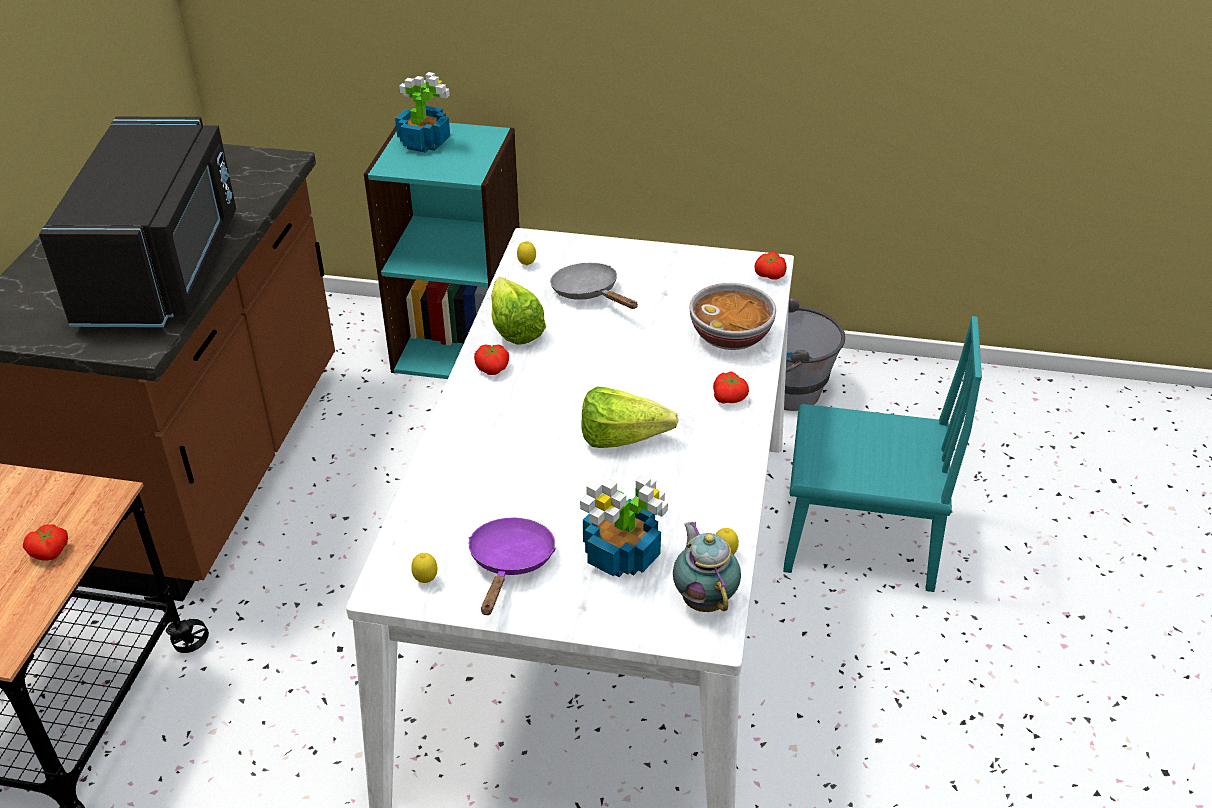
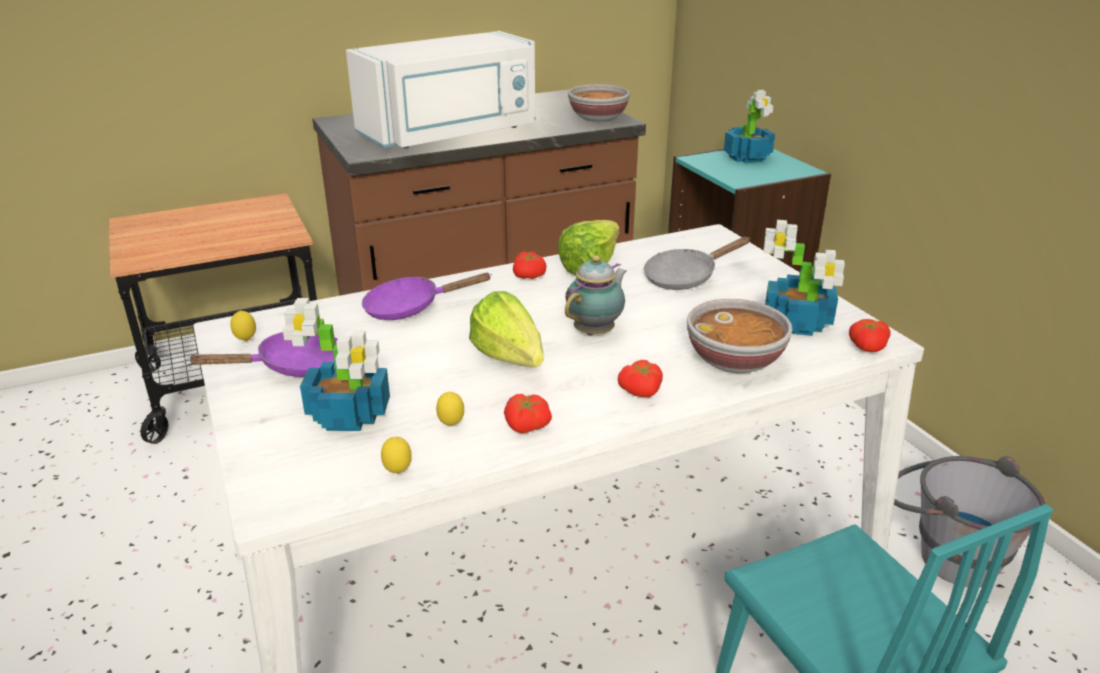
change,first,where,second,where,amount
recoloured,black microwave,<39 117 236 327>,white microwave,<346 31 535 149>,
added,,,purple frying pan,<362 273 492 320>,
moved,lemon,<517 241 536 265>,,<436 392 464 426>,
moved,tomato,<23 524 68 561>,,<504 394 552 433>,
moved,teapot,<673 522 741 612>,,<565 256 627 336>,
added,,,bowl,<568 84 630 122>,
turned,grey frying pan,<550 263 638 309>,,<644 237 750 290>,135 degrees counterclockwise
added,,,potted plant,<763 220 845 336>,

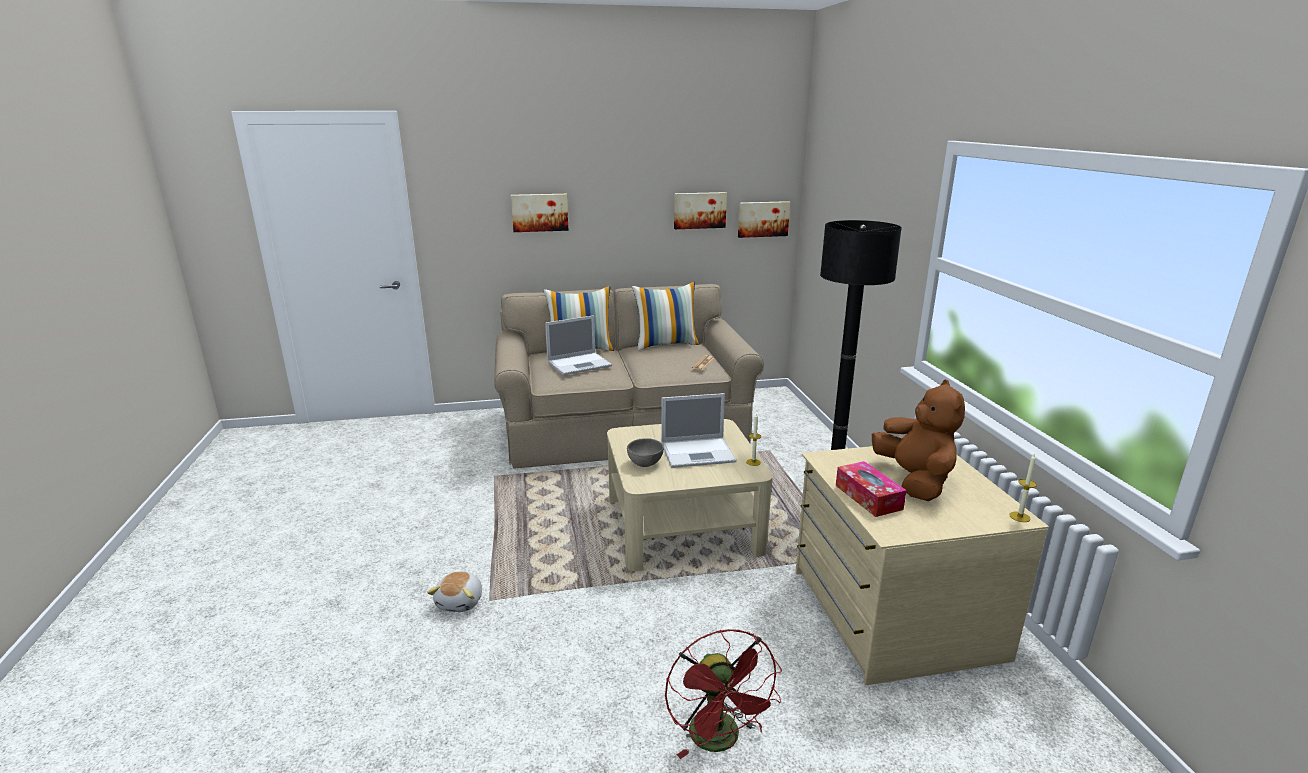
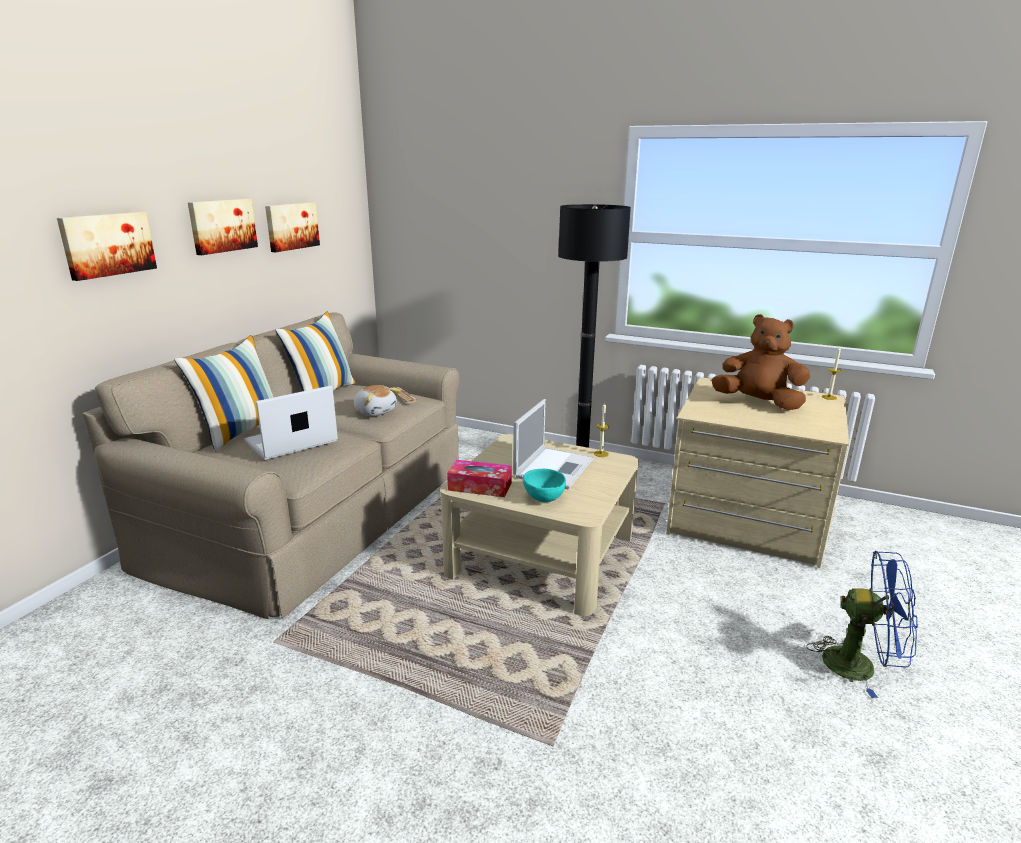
change,first,where,second,where,amount
moved,picture,<738 201 790 238>,,<188 199 258 255>,
turned,laptop,<545 315 612 375>,,<245 386 338 460>,135 degrees counterclockwise
moved,plush toy,<427 571 482 612>,,<354 385 401 416>,
moved,tissue box,<836 461 907 517>,,<447 460 512 497>,
recoloured,grey bowl,<627 438 664 467>,turquoise bowl,<523 469 566 502>,
recoloured,red fan,<665 629 782 759>,blue fan,<806 551 918 698>,

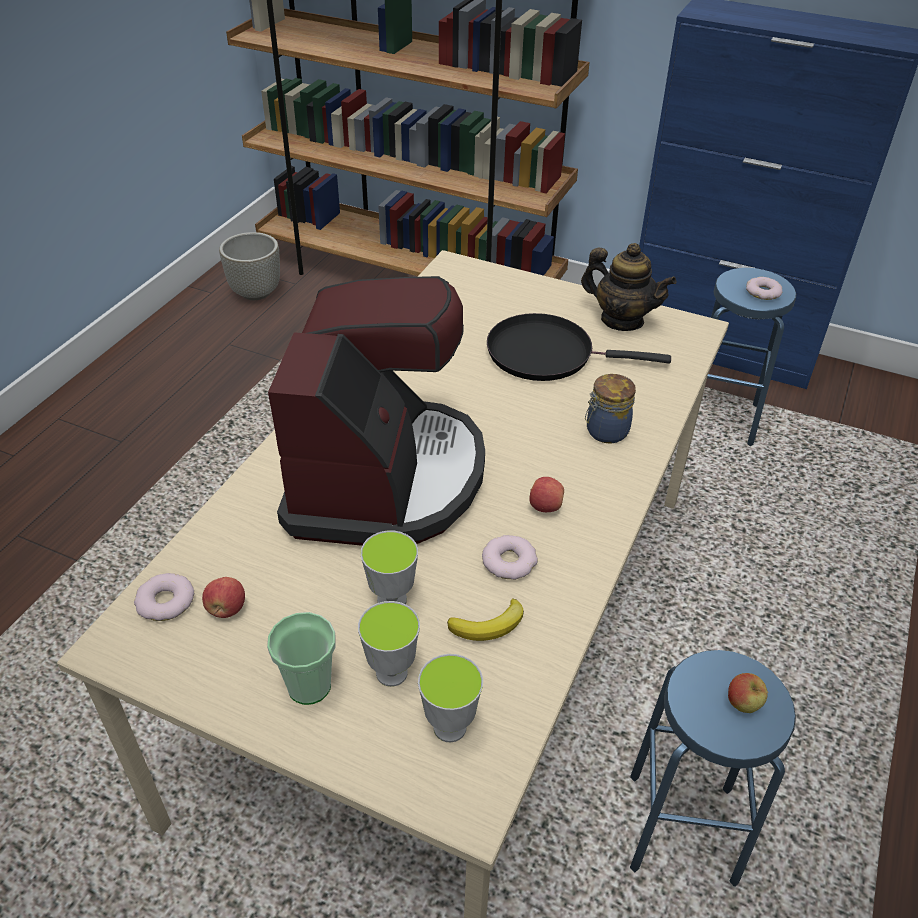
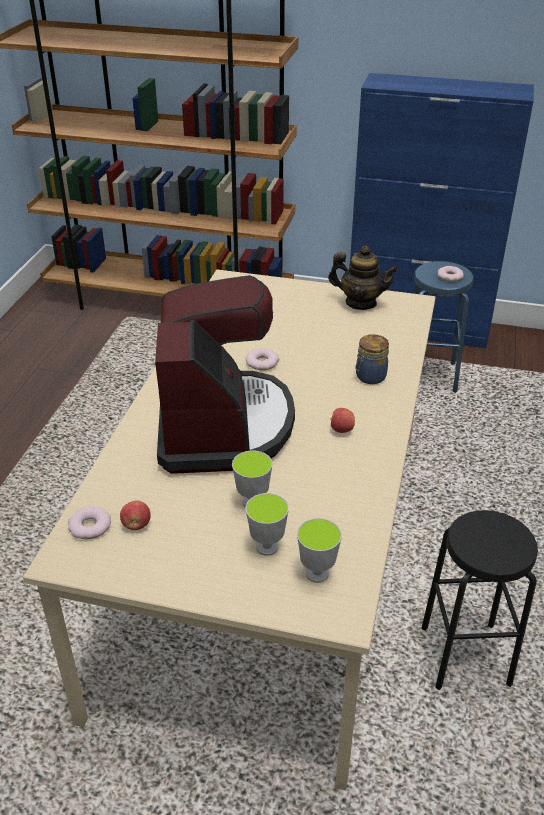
change,first,where,second,where,amount
moved,donut,<482 535 538 580>,,<246 349 279 370>,
recoloured,blue stool,<630 650 796 887>,black stool,<422 510 538 690>,
removed,grey planter,<219 232 280 300>,,,
removed,cup,<267 612 336 705>,,,
removed,banana,<447 598 524 641>,,,
removed,black frying pan,<487 313 671 381>,,,
removed,apple,<728 673 768 713>,,,

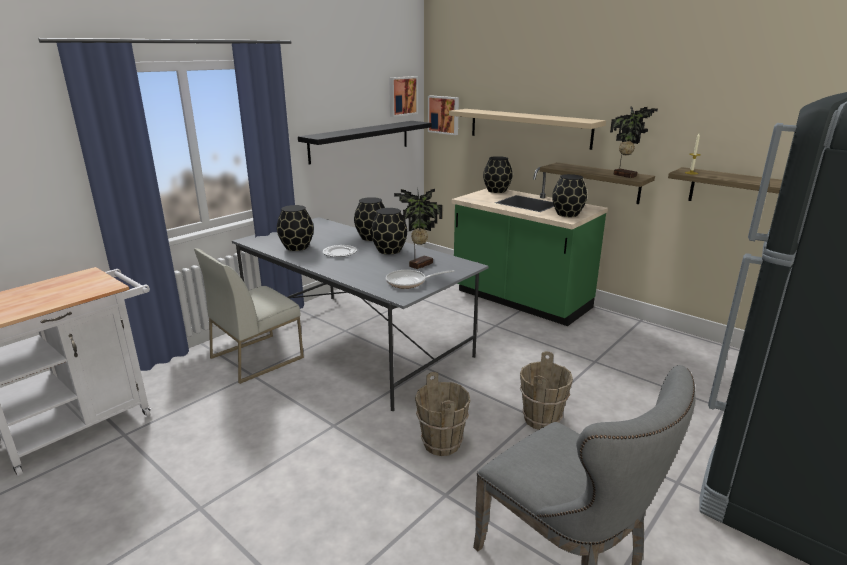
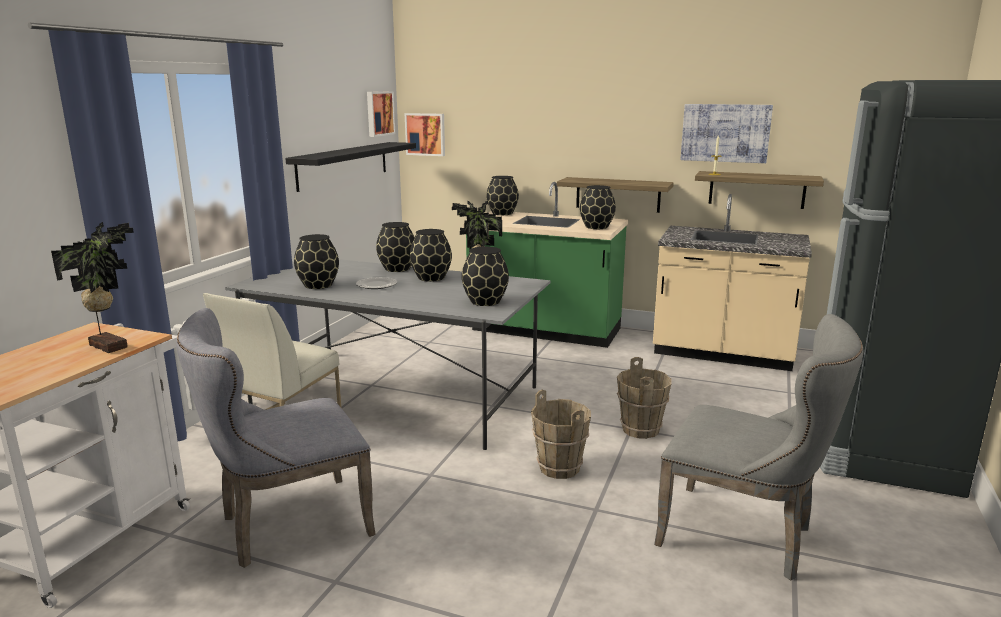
change,first,where,second,where,amount
moved,potted plant,<610 106 658 178>,,<51 222 134 353>,
added,,,grey chair,<176 308 376 568>,
replaced,frying pan,<386 270 454 289>,black vase,<462 247 509 306>,
added,,,beige counter,<653 194 812 371>,
added,,,picture,<680 104 773 163>,
removed,beige shelf,<449 109 606 150>,,,

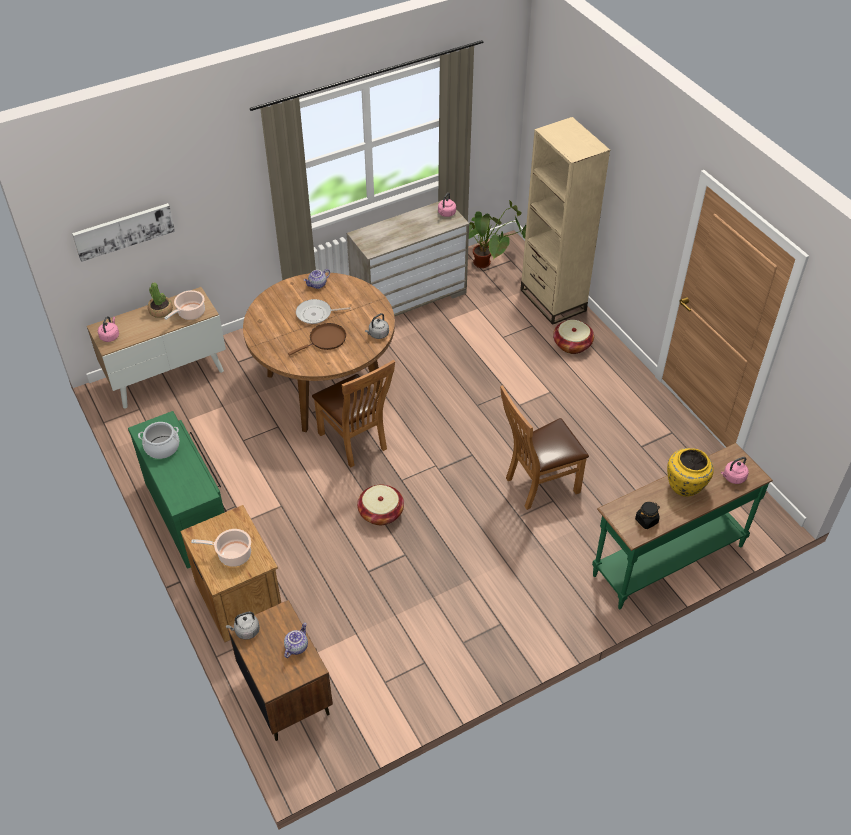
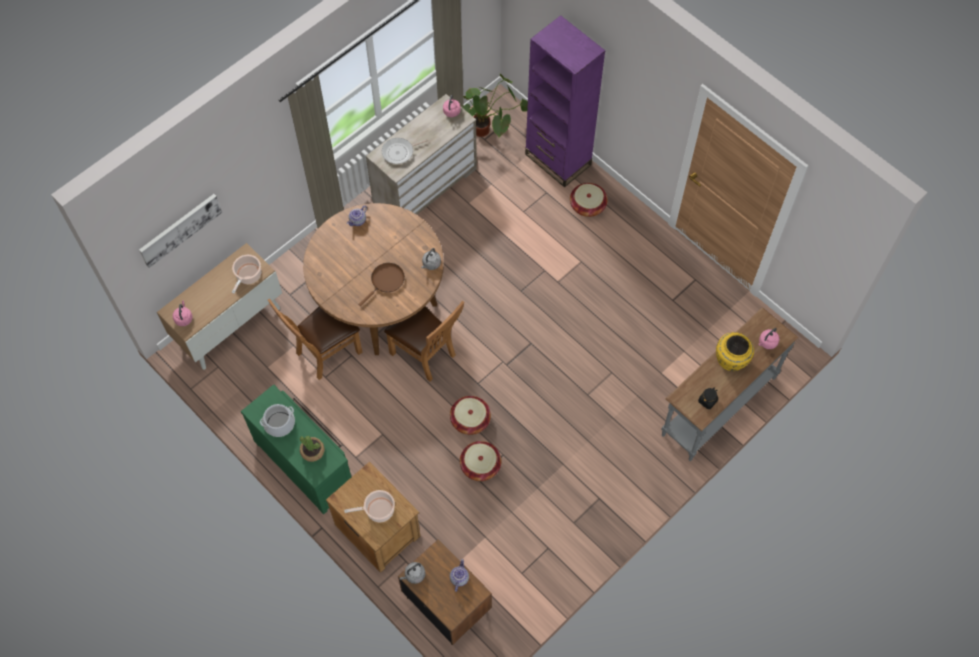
change,first,where,second,where,amount
moved,brown chair,<500 385 589 510>,,<268 298 362 380>,
moved,potted plant,<148 282 173 318>,,<300 436 325 462>,
moved,frying pan,<296 299 351 324>,,<382 138 429 164>,
added,,,basket,<460 441 501 481>,
recoloured,beige bookcase,<520 117 610 325>,purple bookcase,<525 15 605 187>,
recoloured,green console table,<592 443 773 609>,grey console table,<661 307 799 461>,

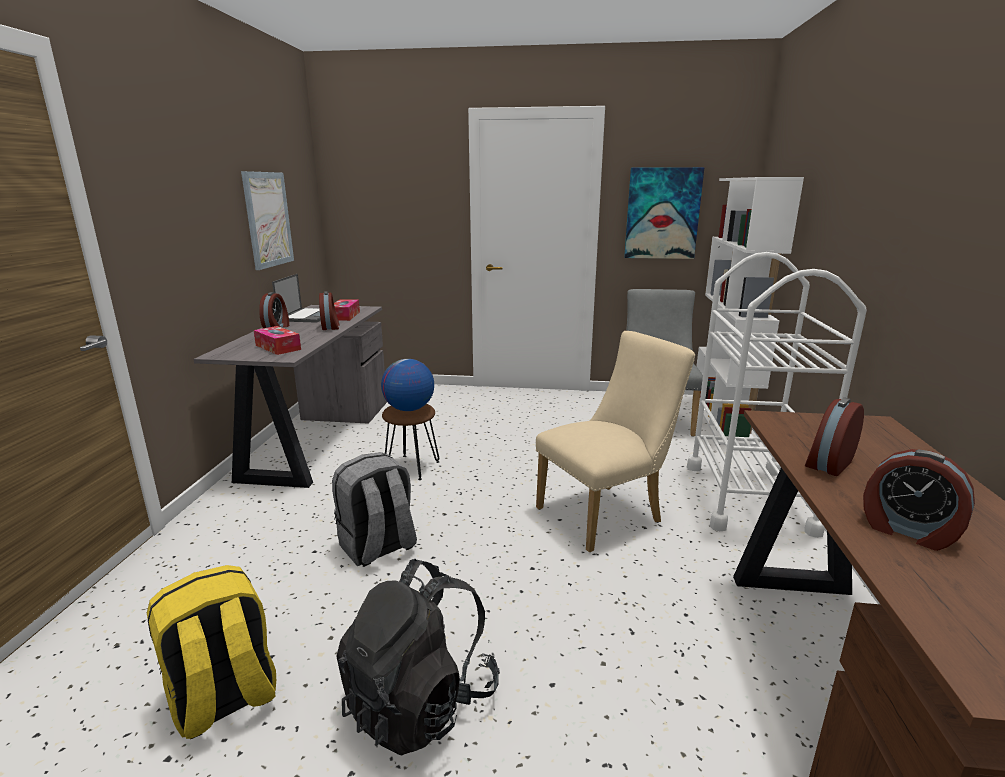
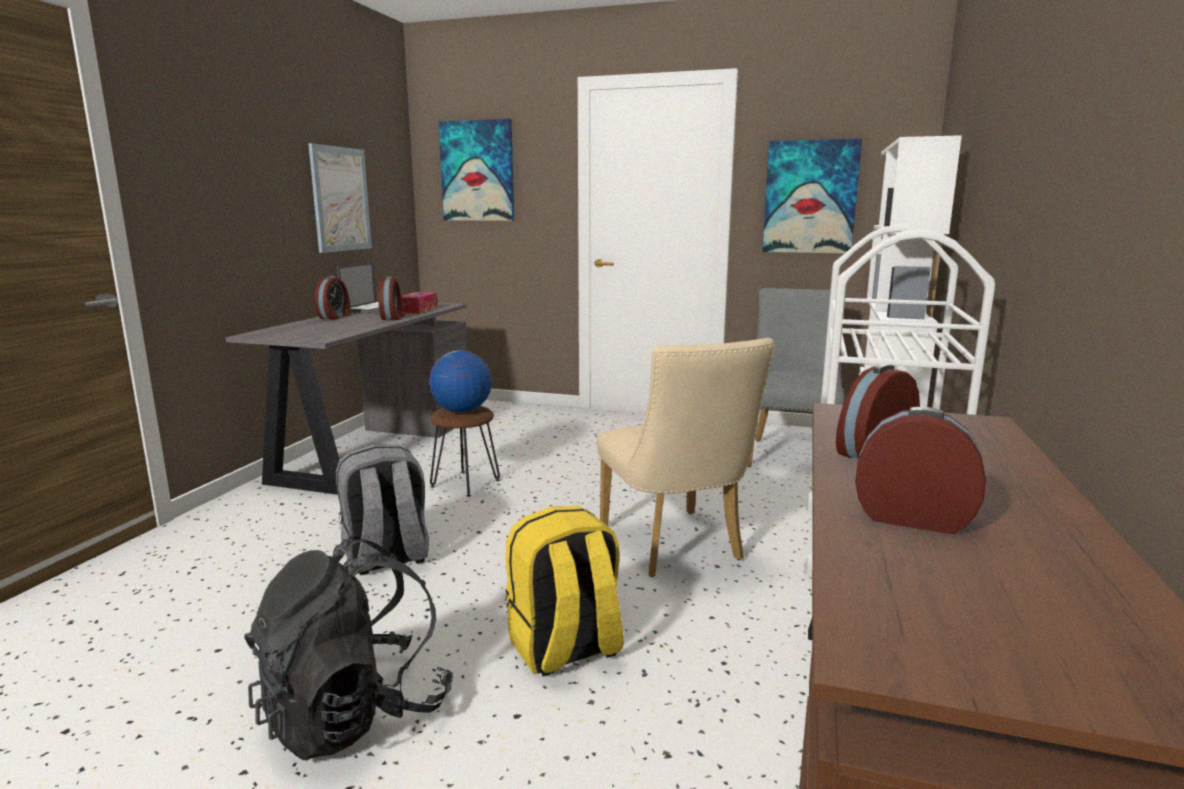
change,first,where,second,where,amount
added,,,picture,<438 119 514 221>,
moved,yellow backpack,<147 565 276 739>,,<505 506 624 676>,
turned,beige chair,<536 331 695 552>,,<597 338 775 577>,90 degrees clockwise
turned,alarm clock,<863 449 975 551>,,<855 407 986 534>,150 degrees clockwise
removed,tissue box,<254 326 301 355>,,,

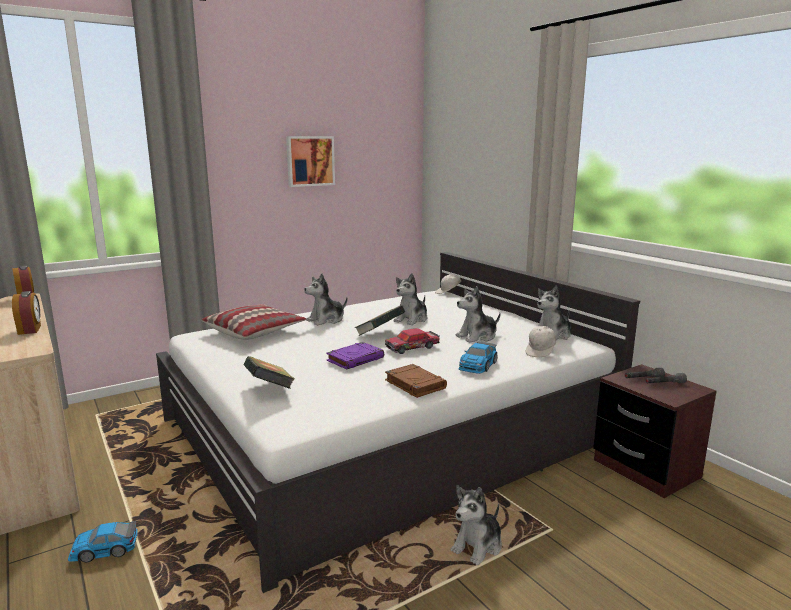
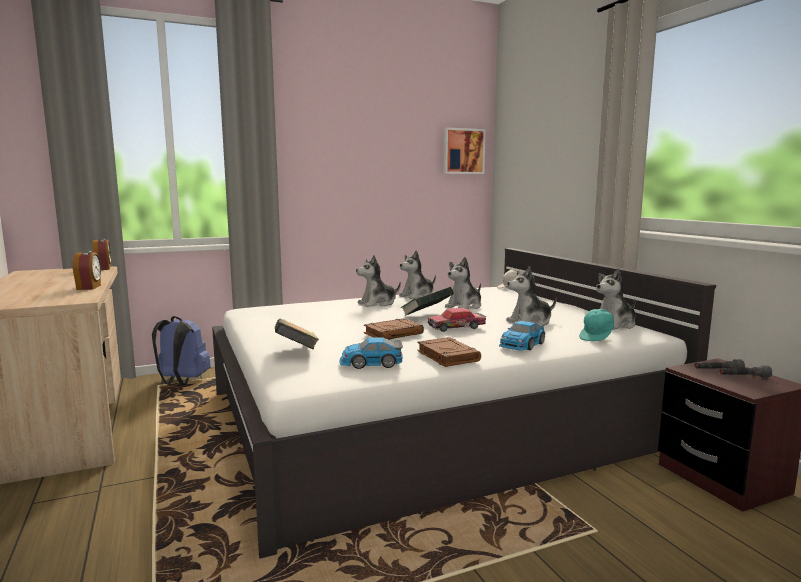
change,first,where,second,where,amount
added,,,blue backpack,<152 316 211 386>,
moved,toy car,<68 521 138 562>,,<339 337 403 369>,
recoloured,purple book,<326 342 384 369>,brown book,<364 318 424 340>,
moved,plush toy,<451 486 502 565>,,<399 250 436 299>,
moved,picture,<286 136 335 187>,,<443 127 486 174>,
recoloured,white cap,<526 326 556 357>,turquoise cap,<579 309 615 341>,
removed,pillow,<201 304 306 340>,,,

